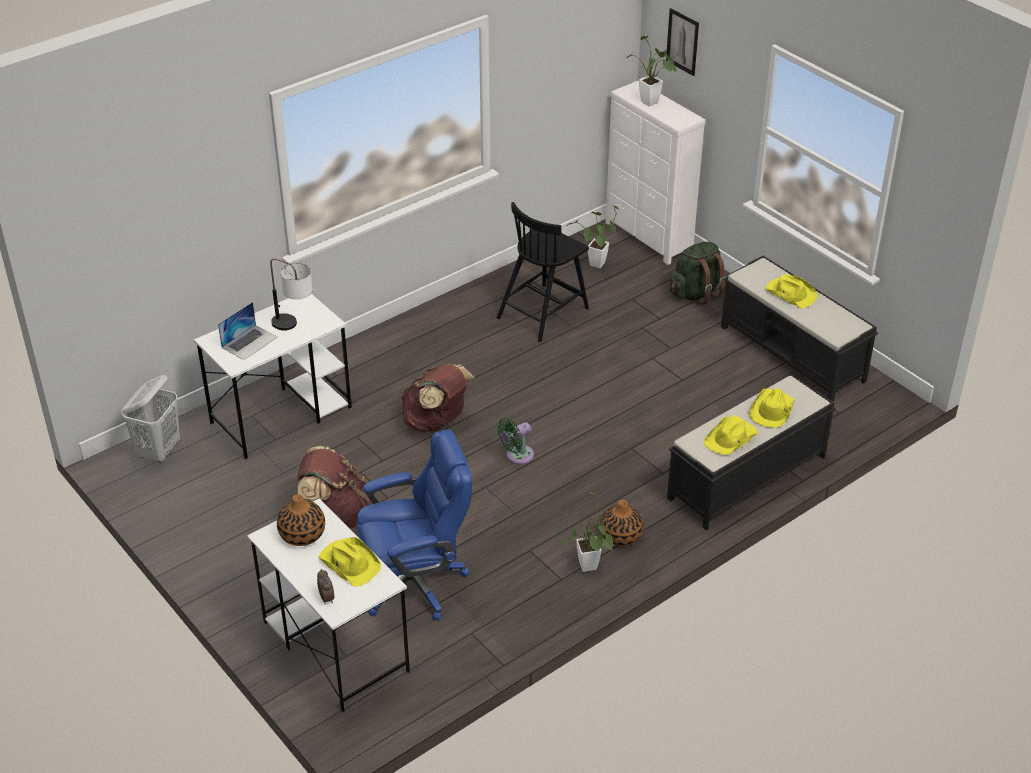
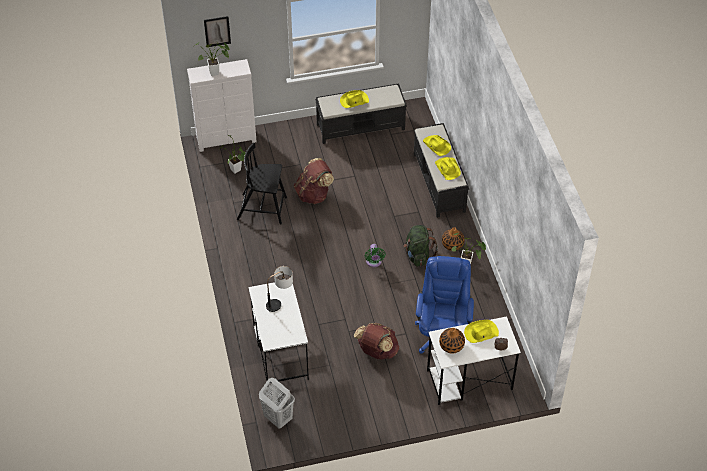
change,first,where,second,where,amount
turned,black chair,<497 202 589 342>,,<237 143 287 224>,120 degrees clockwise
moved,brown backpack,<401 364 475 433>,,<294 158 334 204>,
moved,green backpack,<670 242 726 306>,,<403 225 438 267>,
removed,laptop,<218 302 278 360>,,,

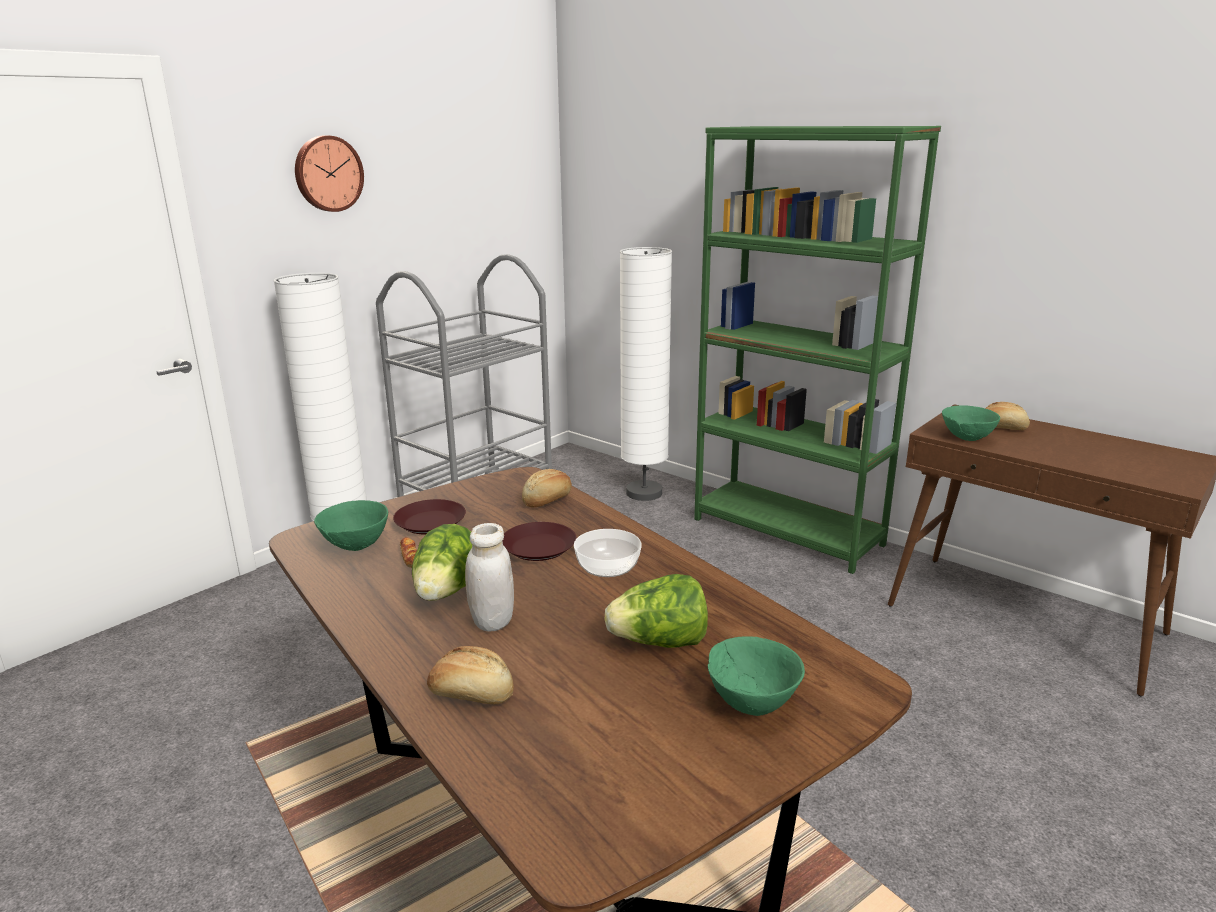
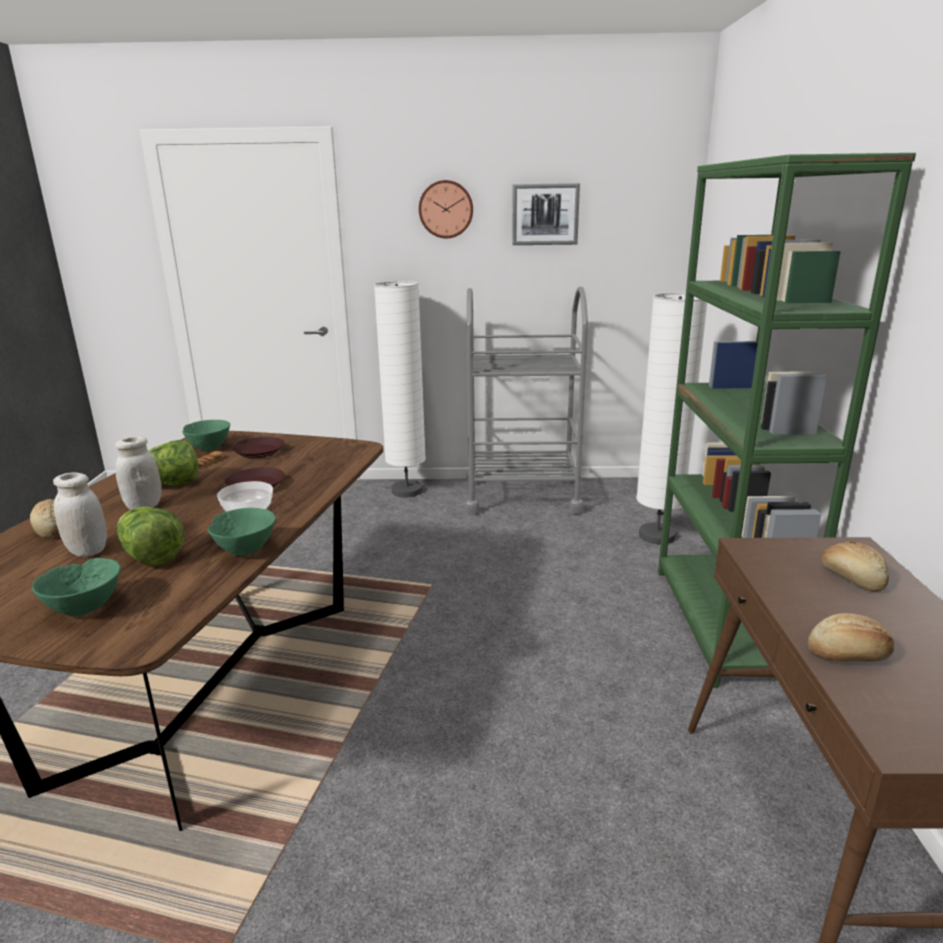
change,first,where,second,where,amount
added,,,white jar,<53 472 107 557>,
moved,green bowl,<942 405 1000 441>,,<207 508 275 555>,
added,,,picture,<512 183 580 245>,
moved,bread,<522 469 572 507>,,<808 613 894 662>,

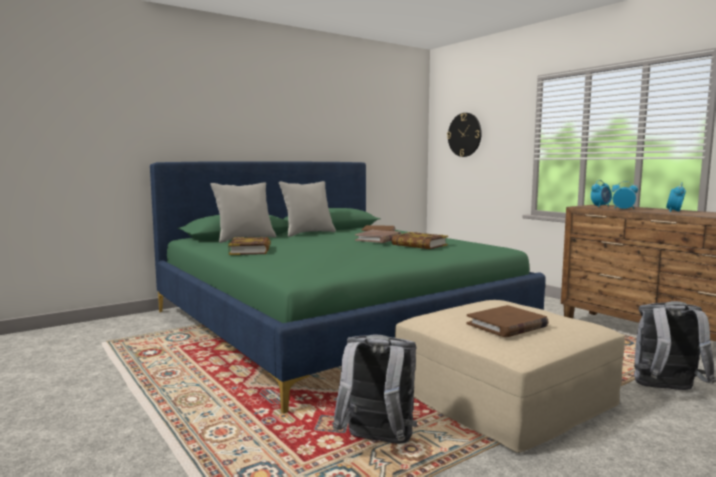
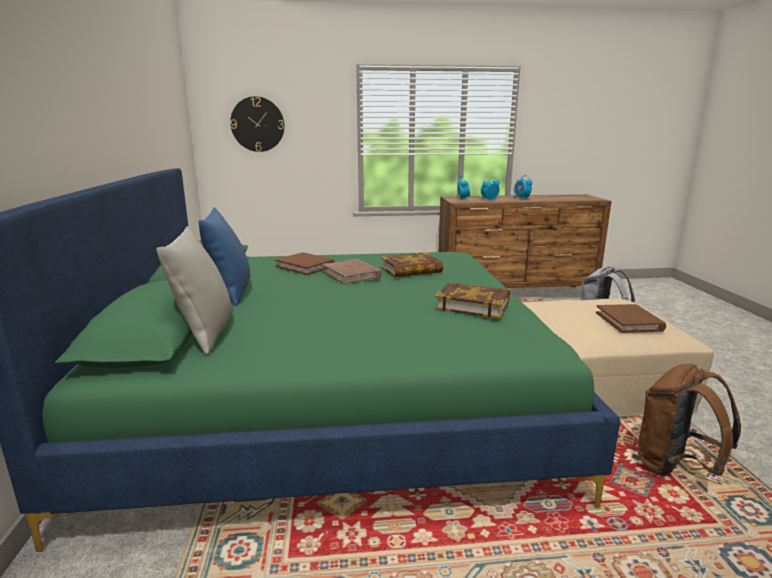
change,first,where,second,where,amount
recoloured,grey pillow,<279 181 336 237>,blue pillow,<198 207 250 306>,
moved,book,<228 237 271 255>,,<435 282 510 319>,
recoloured,grey backpack,<333 334 417 444>,brown backpack,<638 364 741 476>,

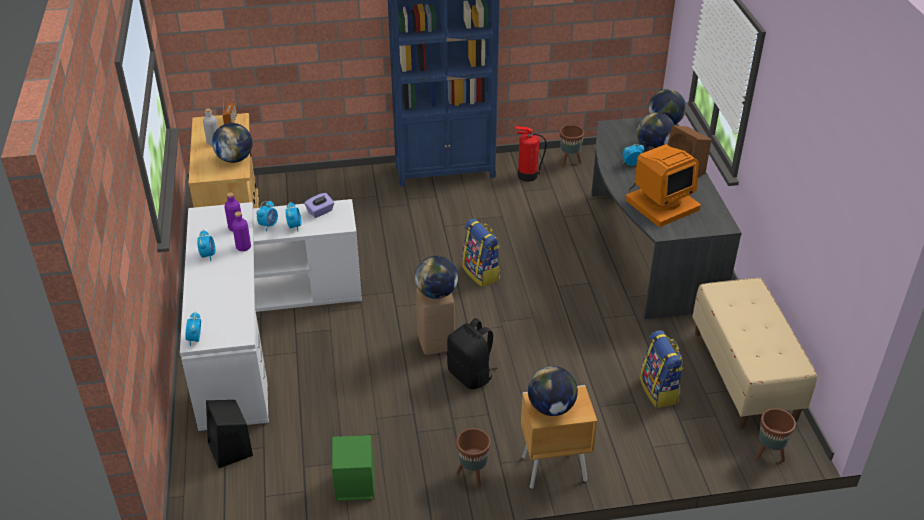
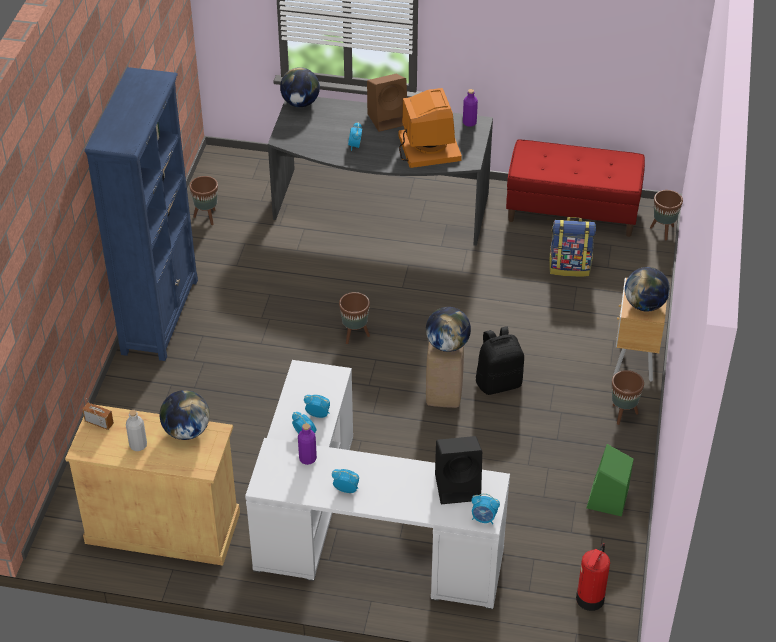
change,first,where,second,where,amount
replaced,backpack,<462 219 501 287>,brown planter,<339 292 370 344>,
moved,black speaker,<206 400 253 468>,,<435 436 482 504>,
moved,purple bottle,<232 211 251 251>,,<463 89 478 127>,
recoloured,beige bench,<692 278 817 429>,red bench,<506 140 645 237>,
moved,fire extinguisher,<516 126 547 182>,,<576 543 610 611>,
removed,purple tissue box,<305 193 334 218>,,,
removed,globe,<636 112 675 150>,,,

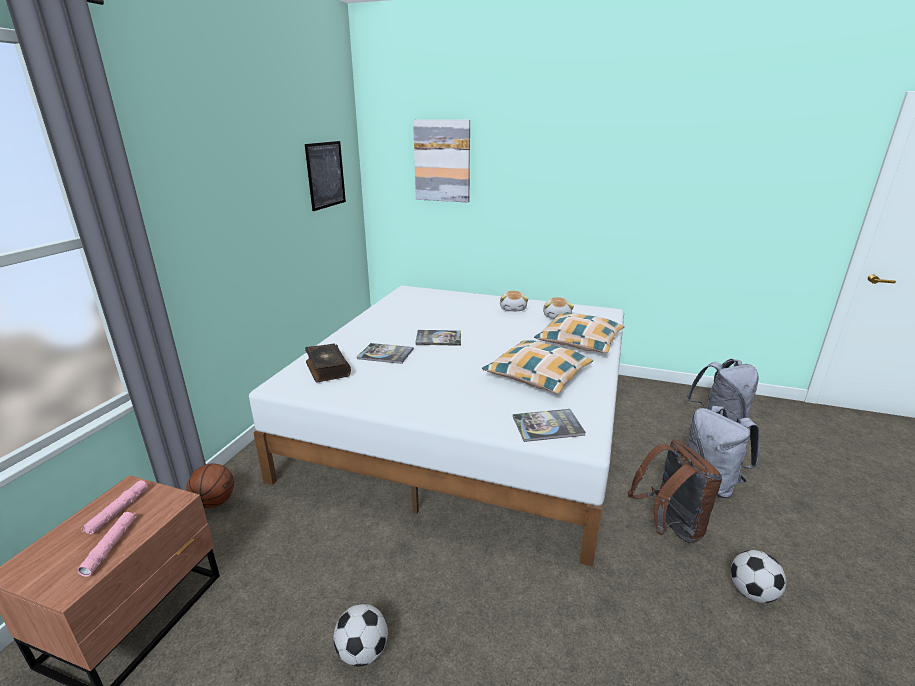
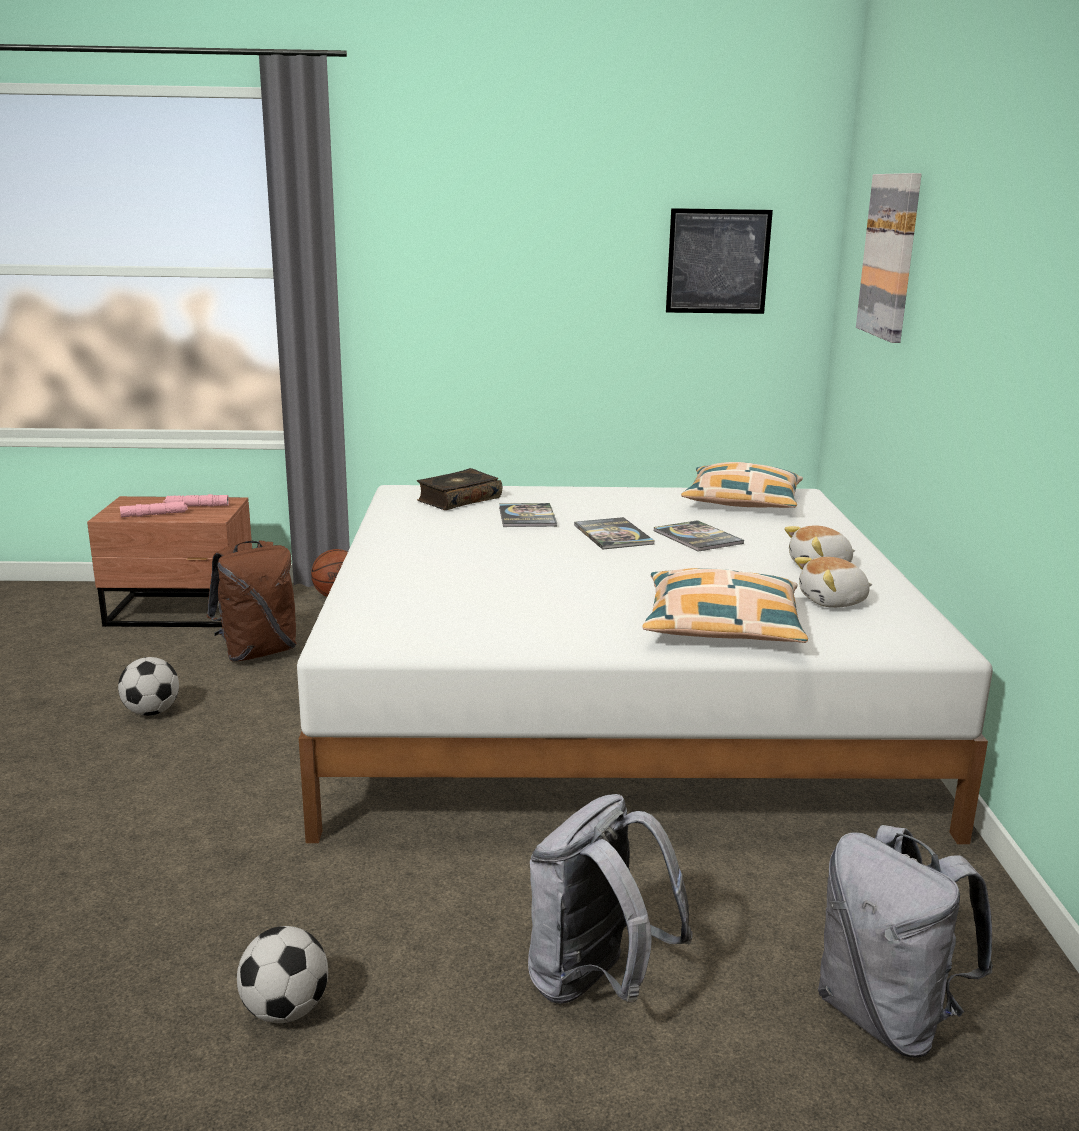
change,first,where,second,where,amount
moved,brown backpack,<628 439 722 543>,,<207 540 297 661>,
moved,book,<513 409 586 442>,,<654 520 744 551>,
moved,pillow,<482 340 593 394>,,<681 462 803 508>,

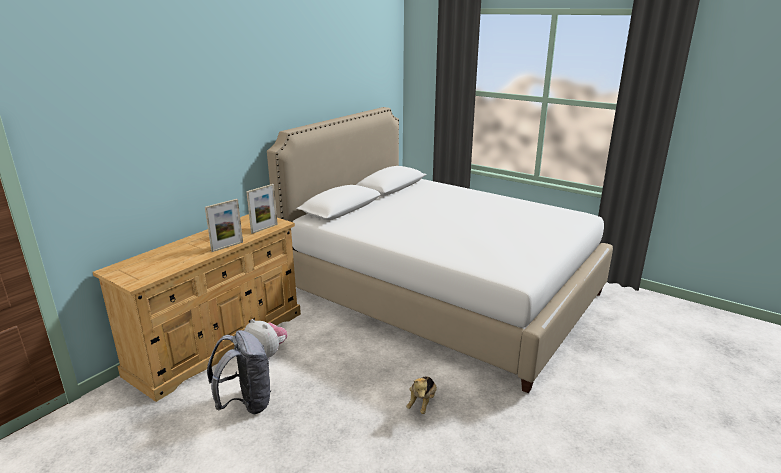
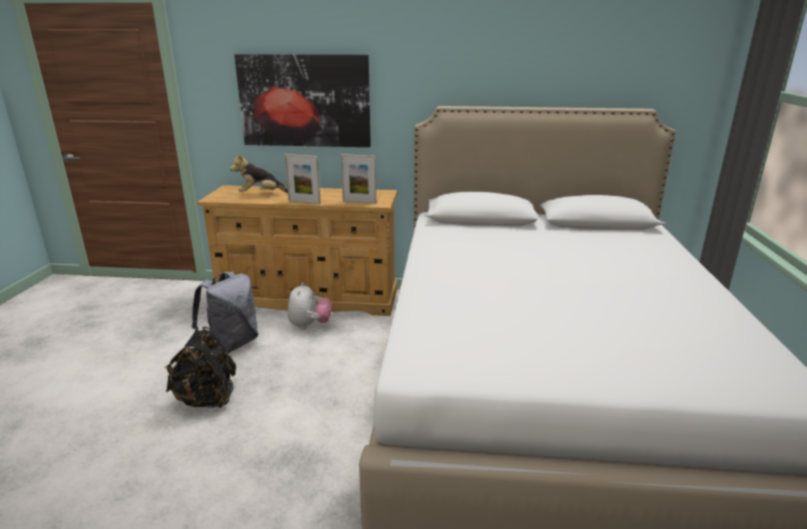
change,first,where,second,where,amount
added,,,black backpack,<165 328 236 408>,
moved,plush toy,<406 376 437 414>,,<230 154 288 192>,
added,,,picture,<234 54 371 147>,

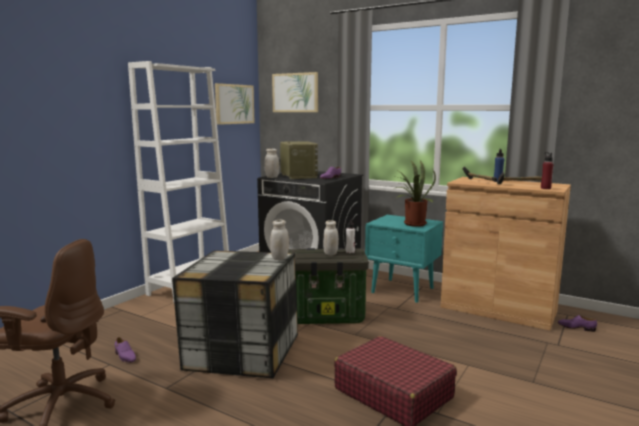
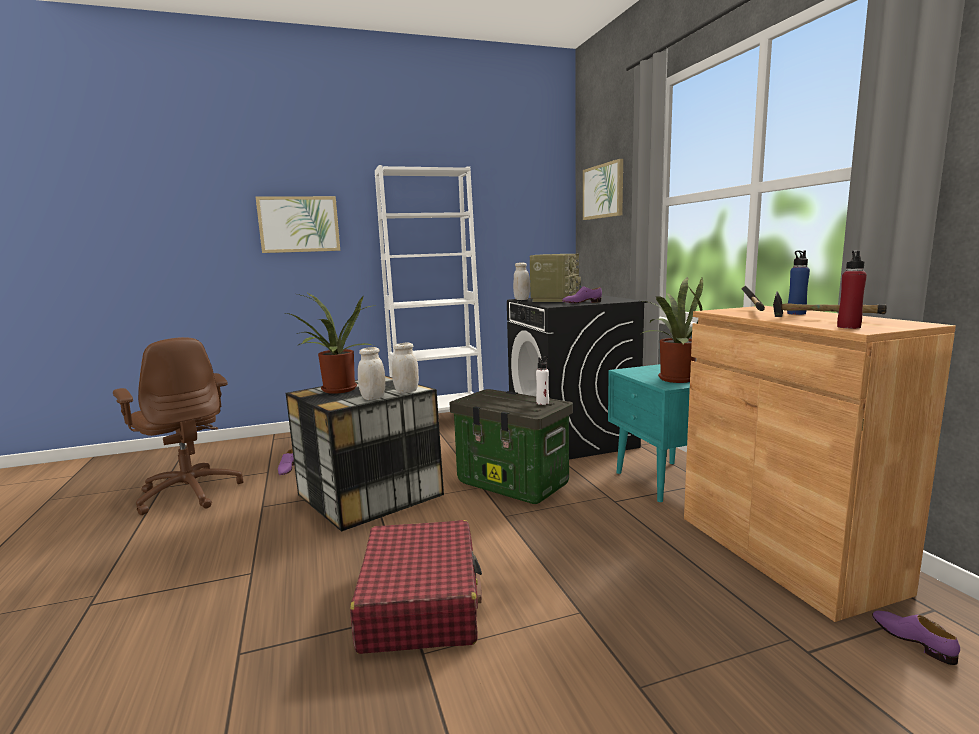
change,first,where,second,where,amount
moved,picture,<215 83 255 125>,,<255 196 340 253>,
added,,,potted plant,<286 292 376 394>,
moved,white jar,<323 220 339 256>,,<358 347 385 400>,

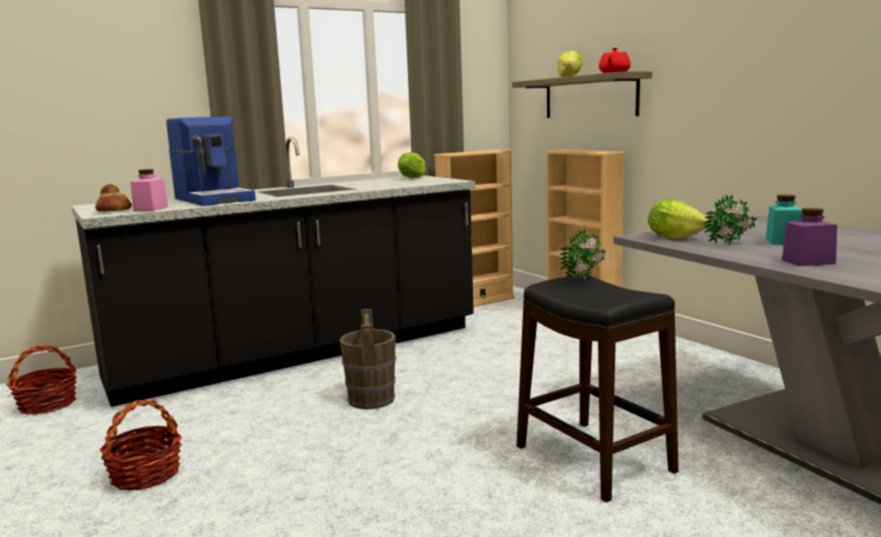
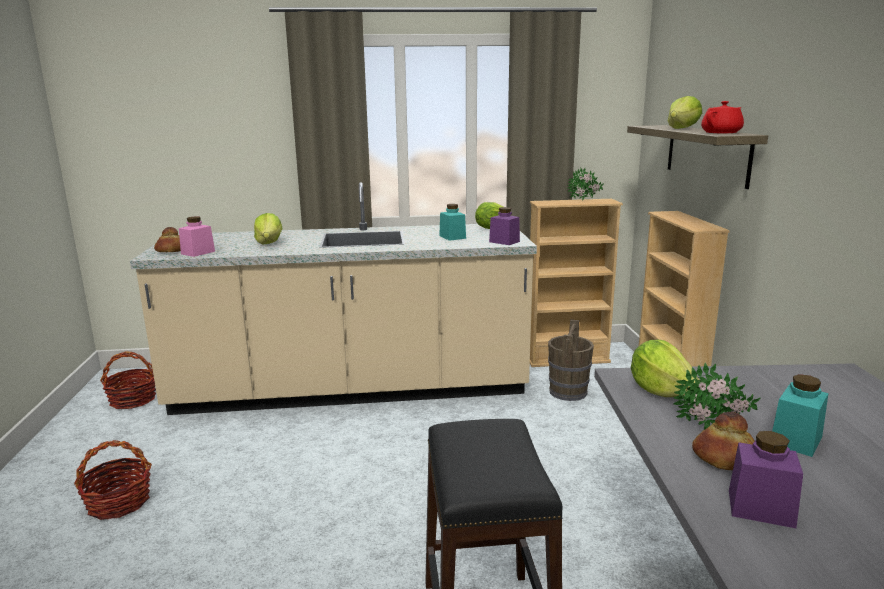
change,first,where,second,where,amount
recoloured,black counter,<71 137 475 407>,beige counter,<130 182 537 415>,
replaced,coffee machine,<166 116 256 206>,lettuce,<254 213 283 244>,
added,,,turquoise jar,<439 204 466 241>,
added,,,purple jar,<489 207 520 245>,
moved,brown bucket,<339 309 396 410>,,<548 320 594 401>,
moved,potted plant,<560 228 606 281>,,<567 168 604 201>,
added,,,bread,<692 412 755 470>,

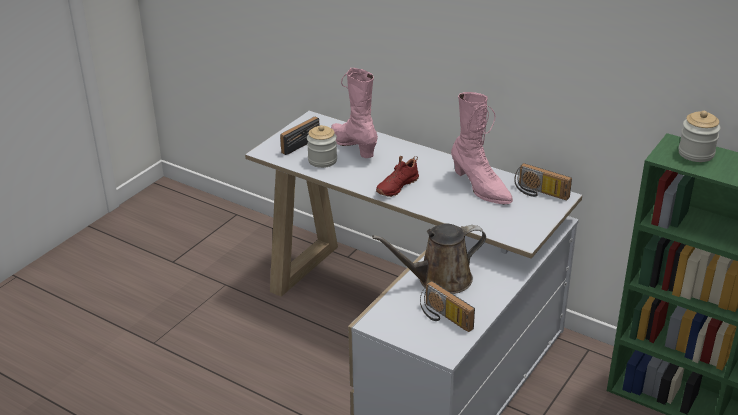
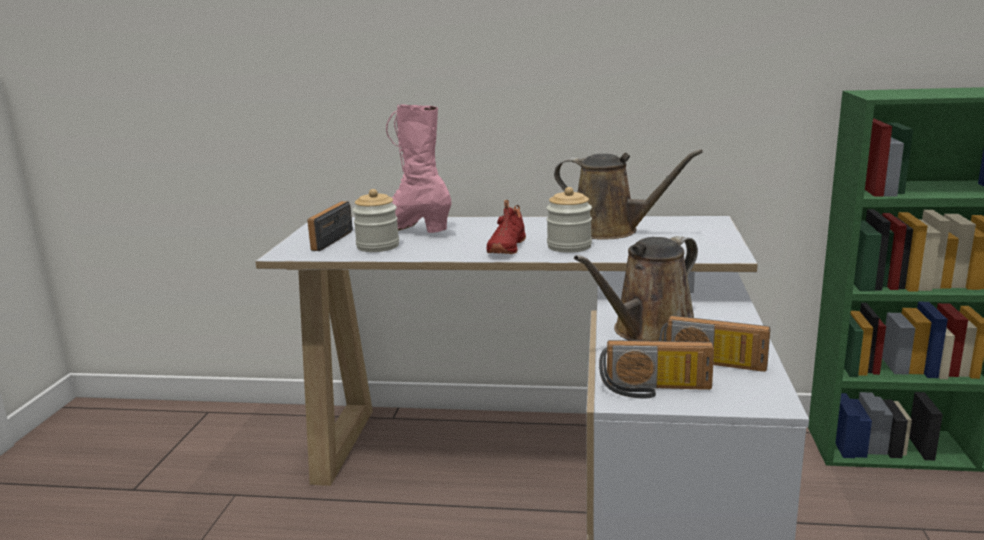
change,first,where,second,where,amount
moved,jar,<678 111 721 162>,,<546 187 592 253>,
replaced,pink boot,<451 92 513 204>,brown watering can,<554 149 703 240>,
moved,radio,<514 163 572 200>,,<599 340 714 398>,

